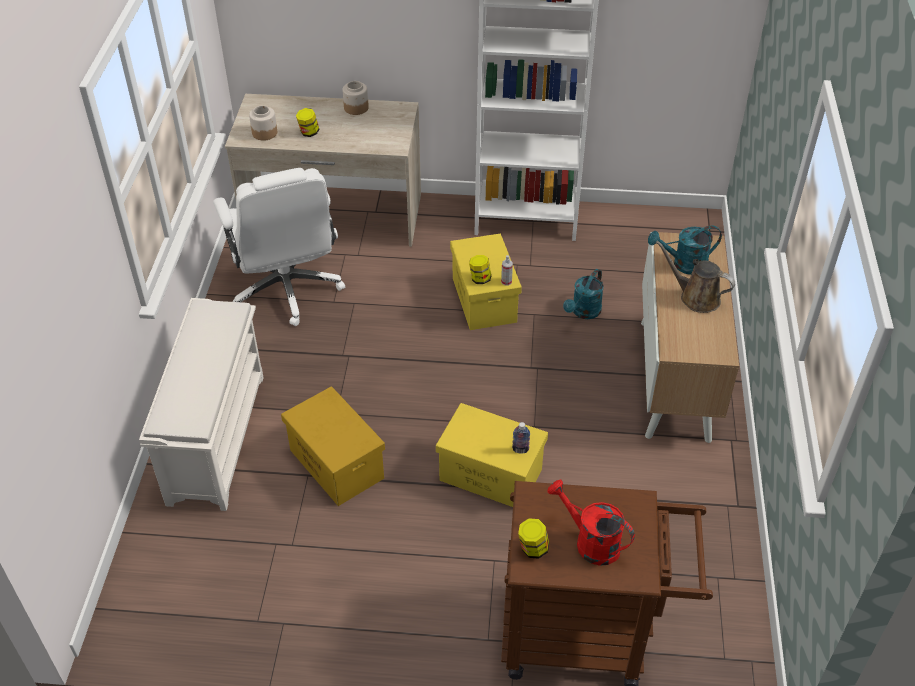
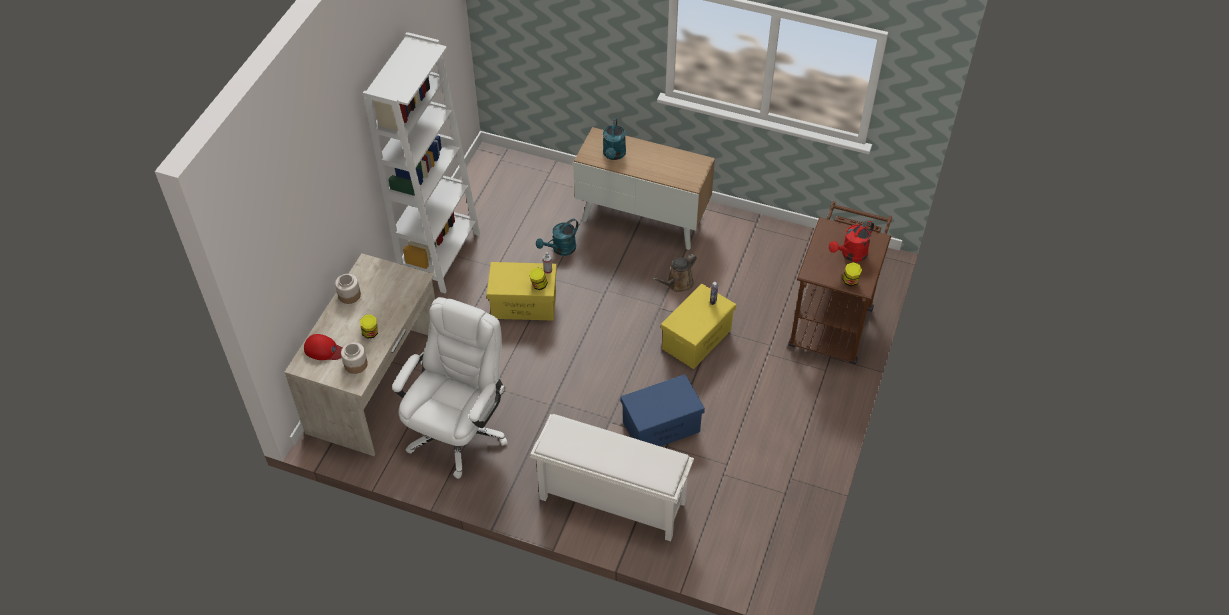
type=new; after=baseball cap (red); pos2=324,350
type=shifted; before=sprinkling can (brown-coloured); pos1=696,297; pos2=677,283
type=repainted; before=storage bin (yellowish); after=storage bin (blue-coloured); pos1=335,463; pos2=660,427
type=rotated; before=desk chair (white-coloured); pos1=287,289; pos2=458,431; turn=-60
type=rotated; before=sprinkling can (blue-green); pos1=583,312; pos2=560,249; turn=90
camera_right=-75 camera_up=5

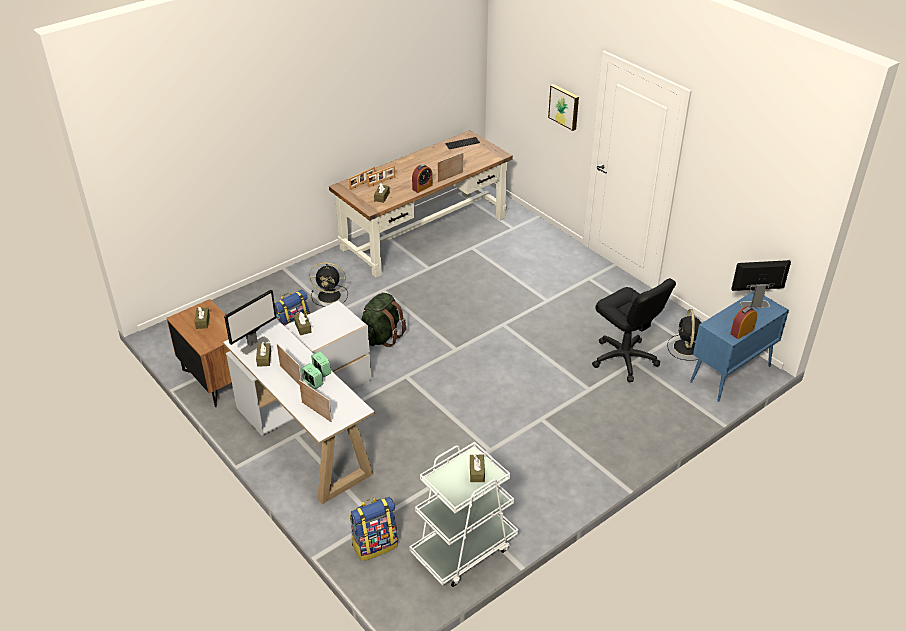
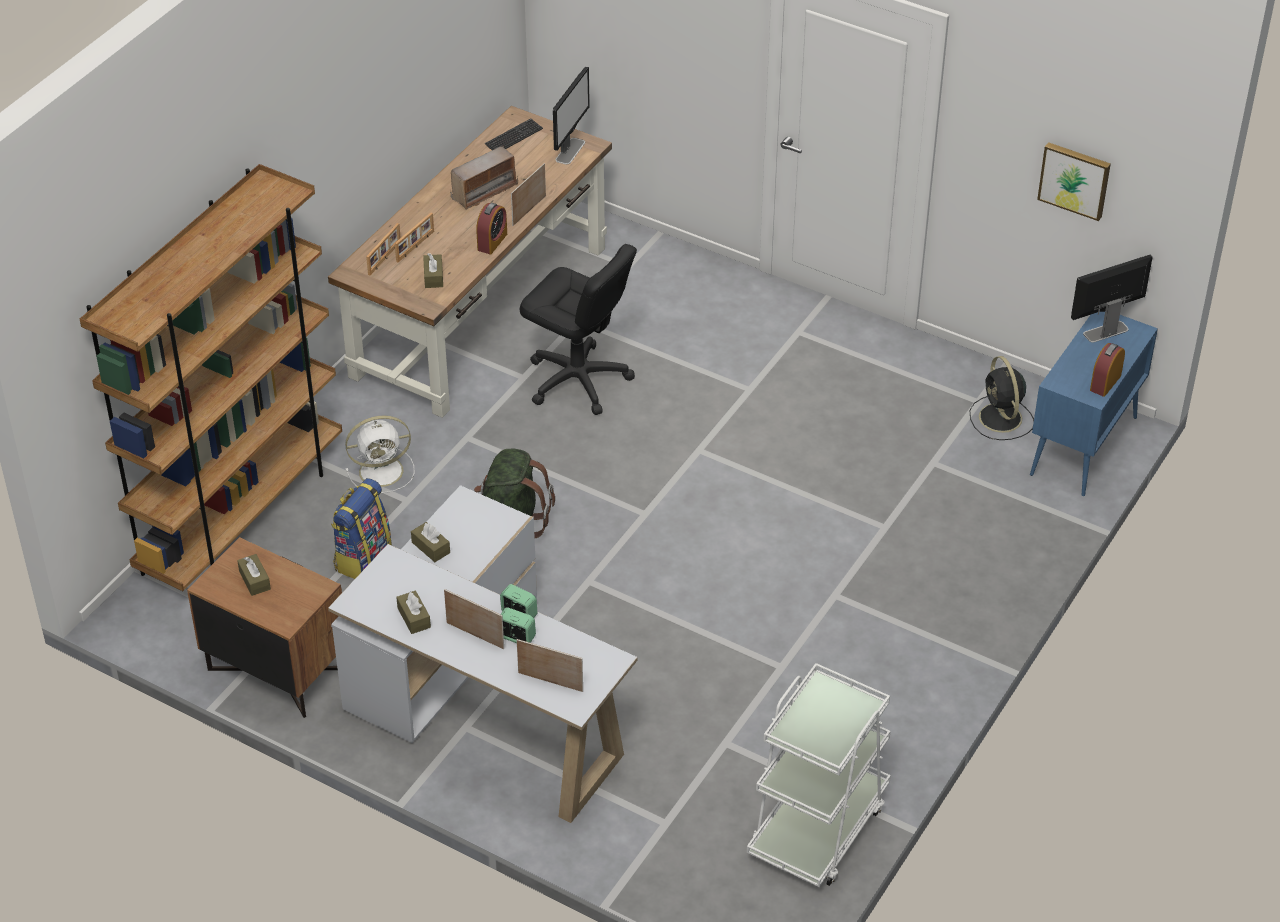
type=gone; before=backpack; pos1=375,545
type=gone; before=tissue holder (brown-coloured); pos1=477,472
type=new; after=bookshelf (brown-coloured); pos2=242,514
type=new; after=radio receiver; pos2=484,191
type=shifted; before=computer screen; pos1=255,345; pos2=570,151
type=shifted; before=wall art; pos1=564,106; pos2=1075,179
type=shifted; before=desk chair (black); pos1=624,359; pos2=578,380
type=repainted; before=fan (black); after=fan (white-coloured); pos1=330,296; pos2=383,471
camera_right=-20 camera_up=5

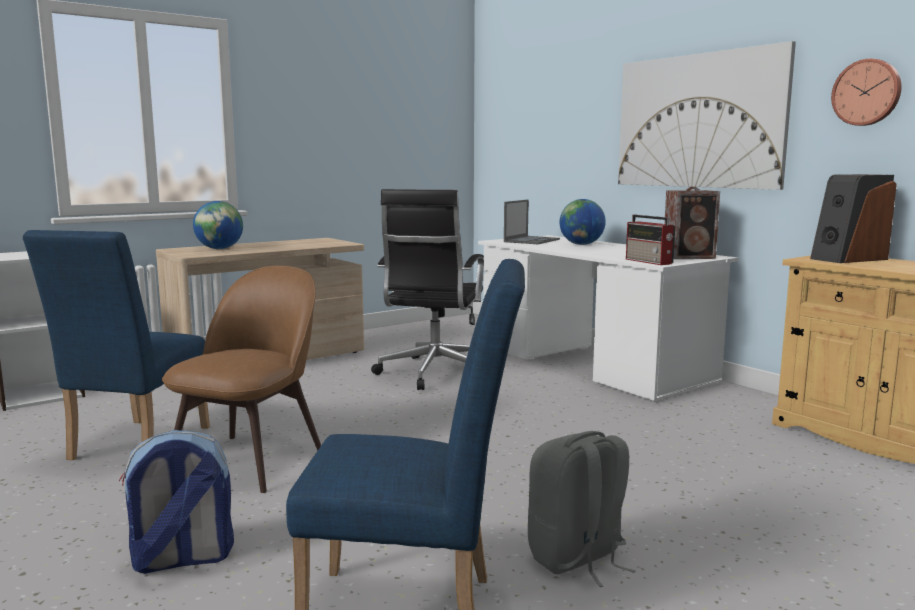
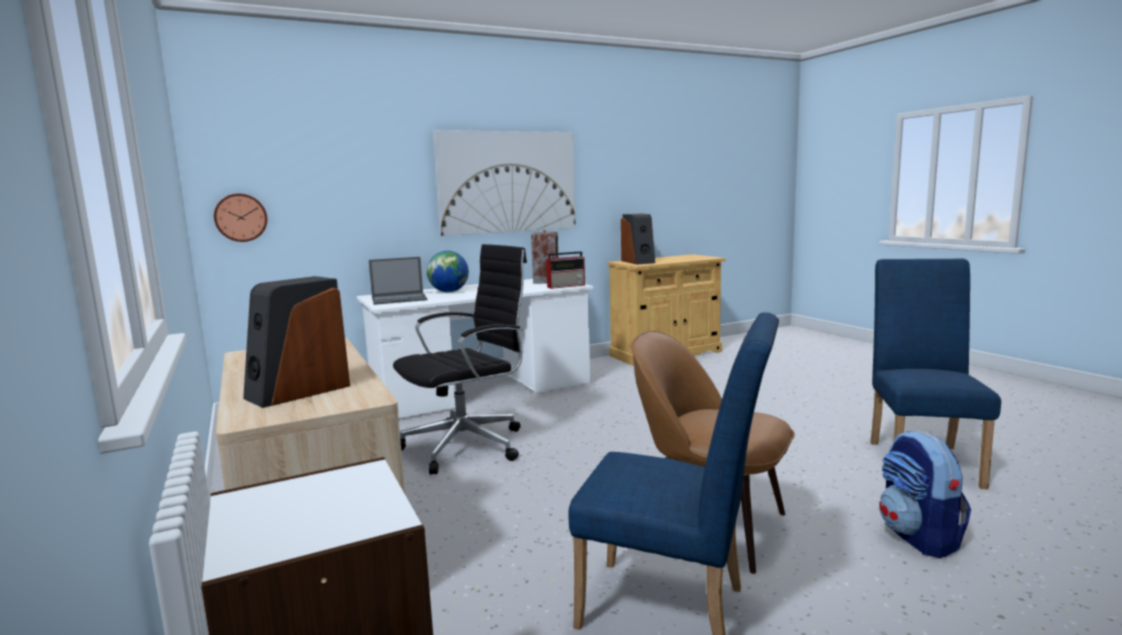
type=gone; before=backpack (gray); pos1=577,559
type=shifted; before=wall clock; pos1=867,92; pos2=241,217
type=swapped; before=desk globe; after=loudspeaker; pos1=219,249; pos2=298,391
type=rotated; before=desk chair (black); pos1=433,373; pos2=468,445; turn=-60
type=rotated; before=laptop; pos1=532,240; pos2=400,299; turn=120
camera_right=-80 camera_up=0

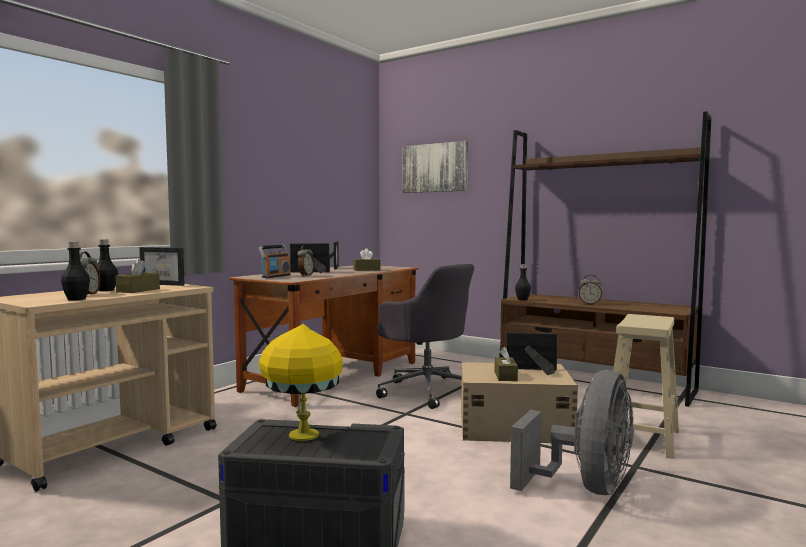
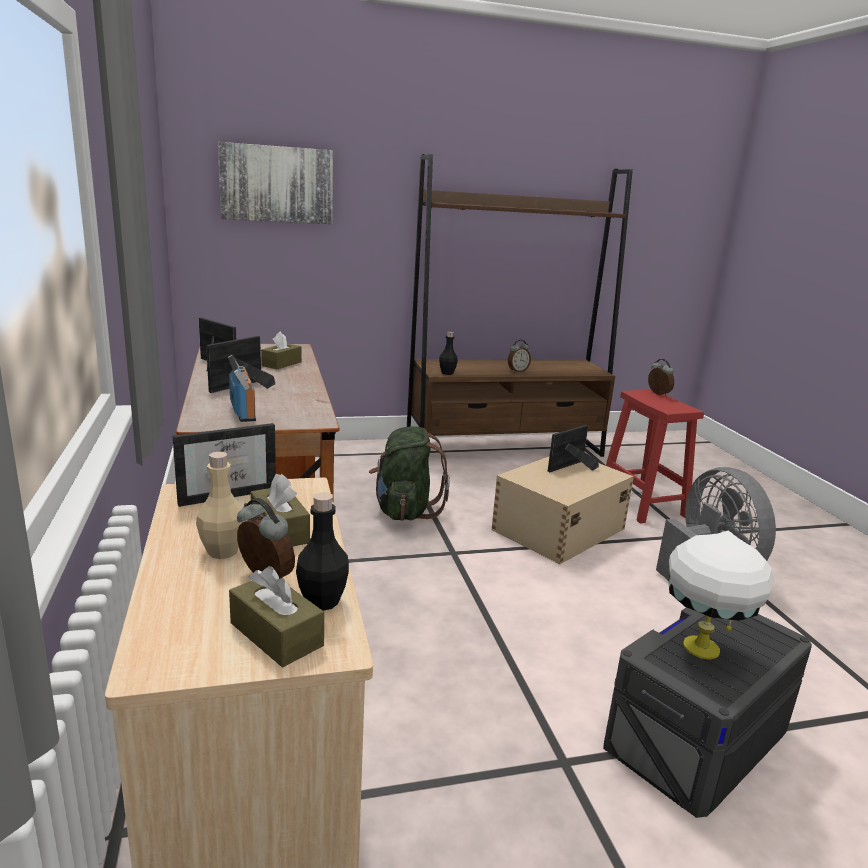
type=shifted; before=bedside clock; pos1=305,275; pos2=657,394
type=shifted; before=tissue holder (brown-coloured); pos1=505,376; pos2=276,634
type=swapped; before=desk chair (gray); after=backpack (green); pos1=427,390; pos2=404,511
type=repainted; before=bottle (black); after=bottle (sand-coloured); pos1=106,290; pos2=223,551
type=repainted; before=lamp for a table (yellowish); after=lamp for a table (white-coloured); pos1=302,435; pos2=701,649
type=repainted; before=stool (sand-coloured); after=stool (red); pos1=641,437; pos2=641,503
camera_right=-50 camera_up=15

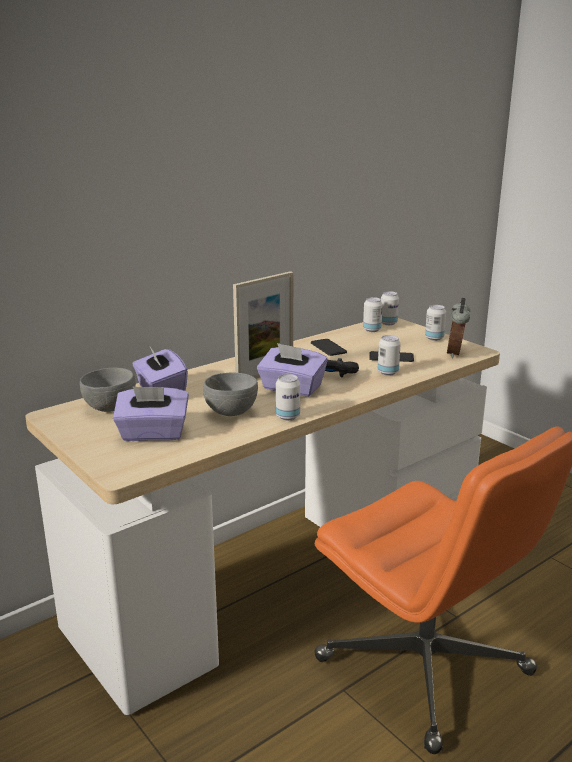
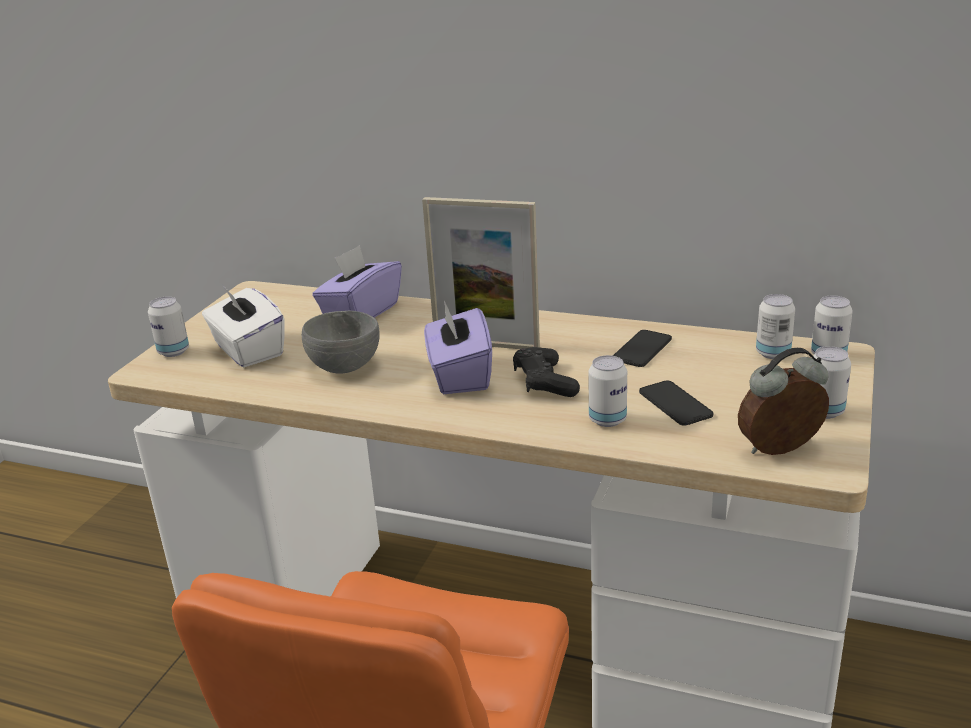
type=gone; before=serving bowl (gray); pos1=111,408
type=shifted; before=metal can; pos1=287,416; pos2=173,351
type=repainted; before=tissue holder (purplish); after=tissue holder (white-coloured); pos1=153,434; pos2=248,350
camera_right=60 camera_up=5

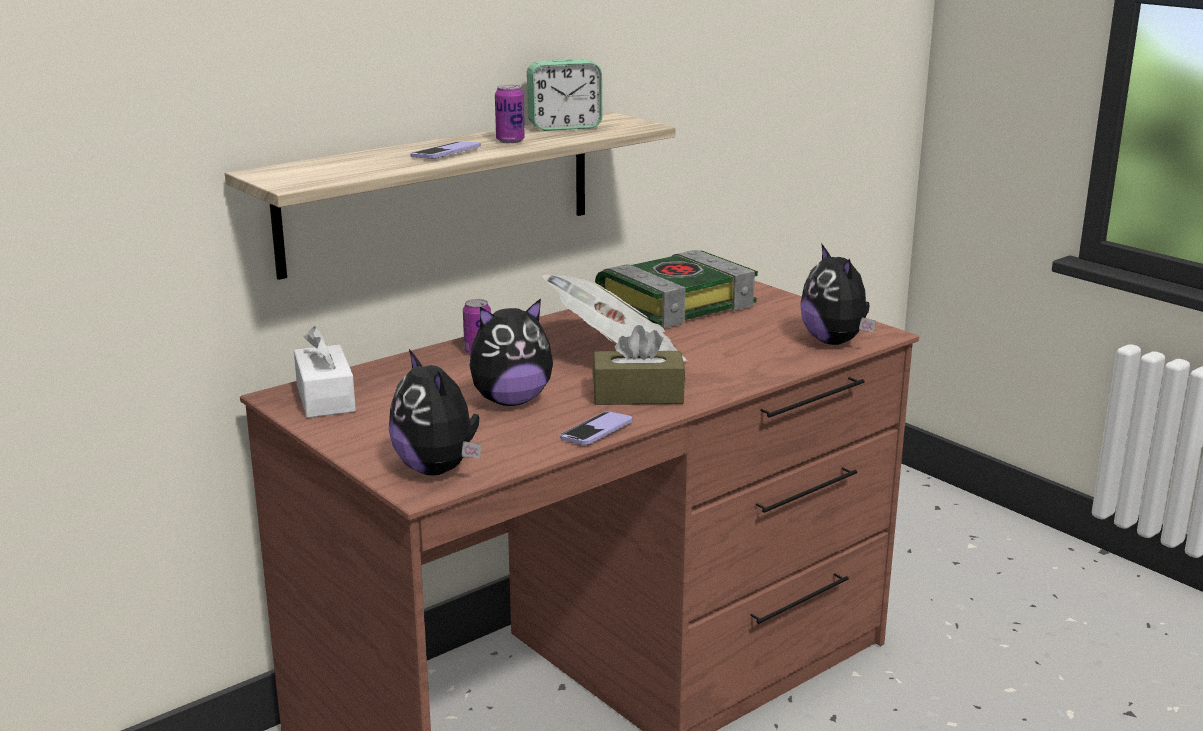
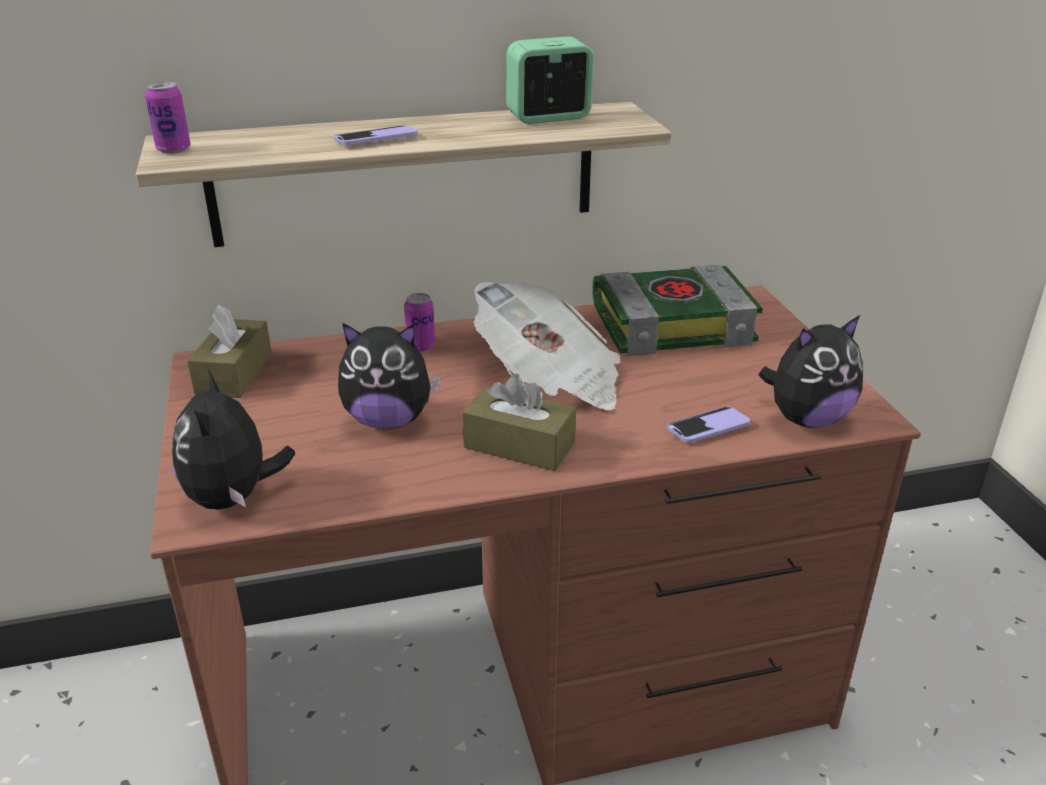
type=shifted; before=metal can; pos1=510,141; pos2=173,149
type=shifted; before=telephone; pos1=596,431; pos2=708,427
type=repainted; before=tissue holder (white-coloured); after=tissue holder (brown-coloured); pos1=325,398; pos2=234,374
type=rotated; before=bedside clock; pos1=564,127; pos2=549,117; turn=150
type=rotated; before=plush toy; pos1=835,341; pos2=806,419; turn=-120
camera_right=25 camera_up=10

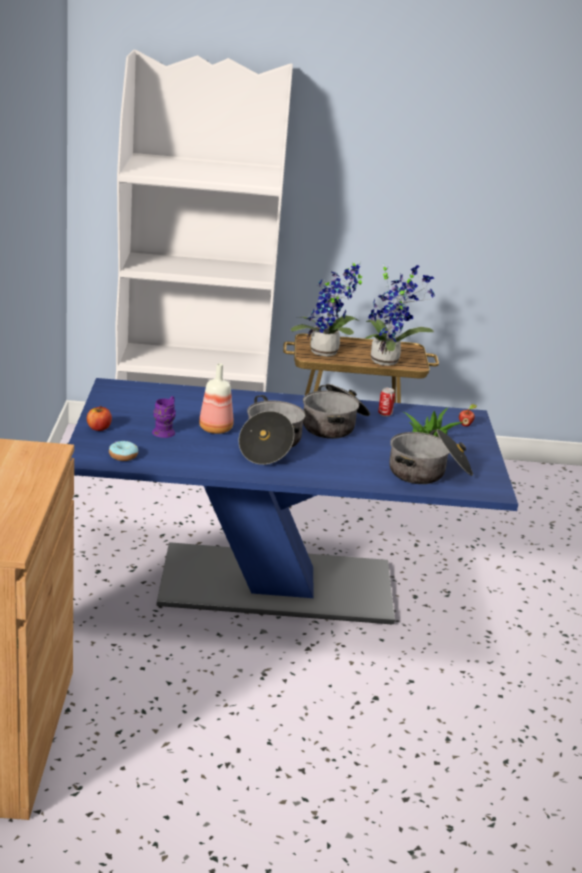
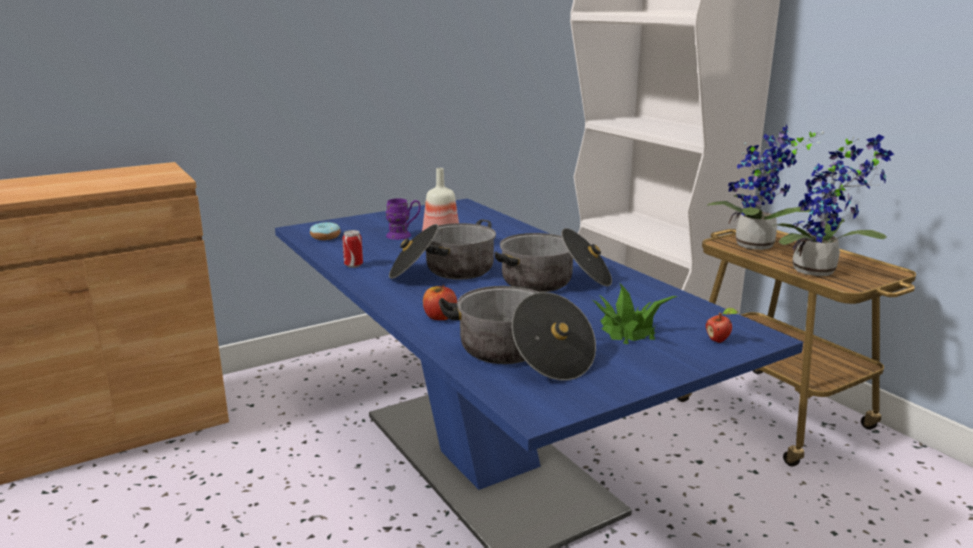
type=shifted; before=apple; pos1=99,428; pos2=440,317
type=shifted; before=metal can; pos1=385,414; pos2=353,265
camera_right=60 camera_up=-5

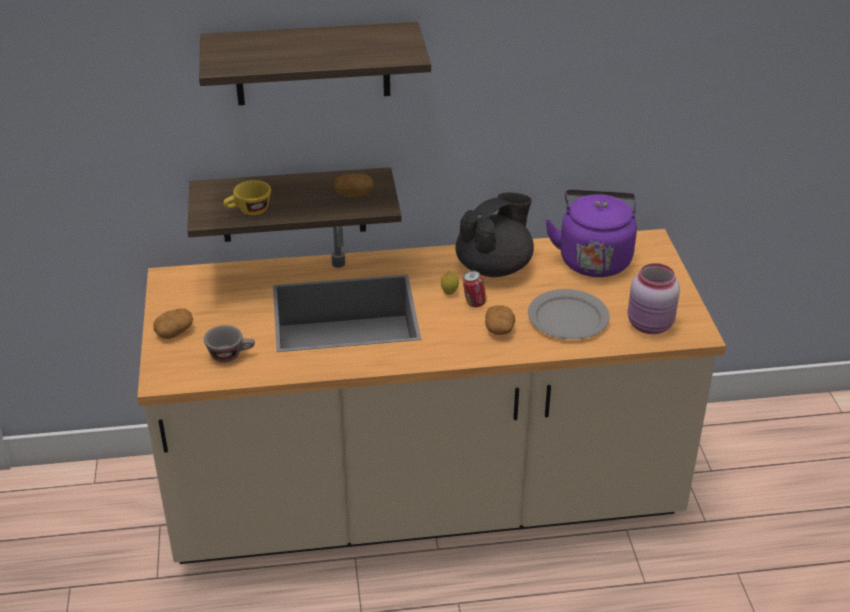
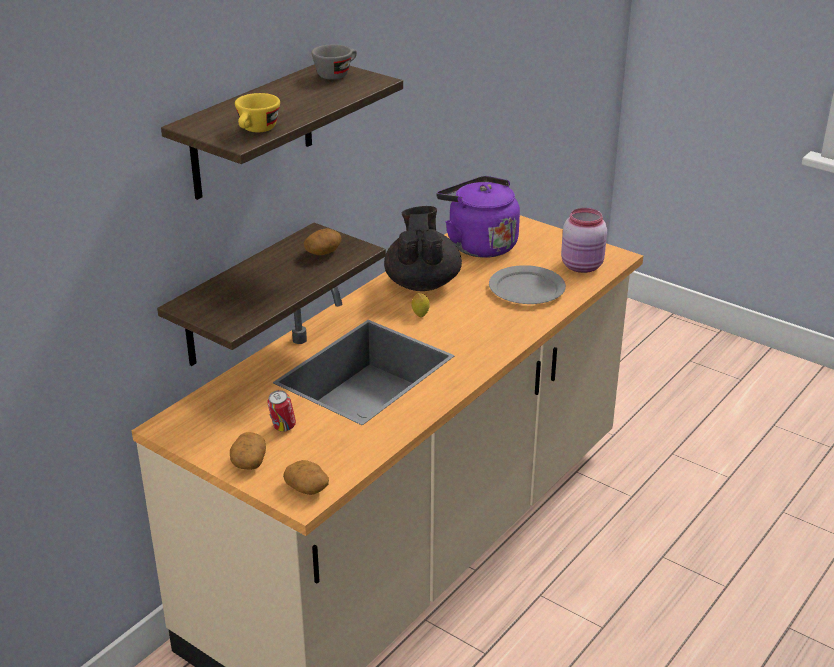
type=shifted; before=cup (gray); pos1=231,355; pos2=336,74
type=shifted; before=cup (yellowish); pos1=248,211; pos2=257,130
type=shifted; before=metal can; pos1=474,304; pos2=283,428
type=shifted; before=potato; pos1=499,329; pos2=307,488
camera_right=-45 camera_up=-5

